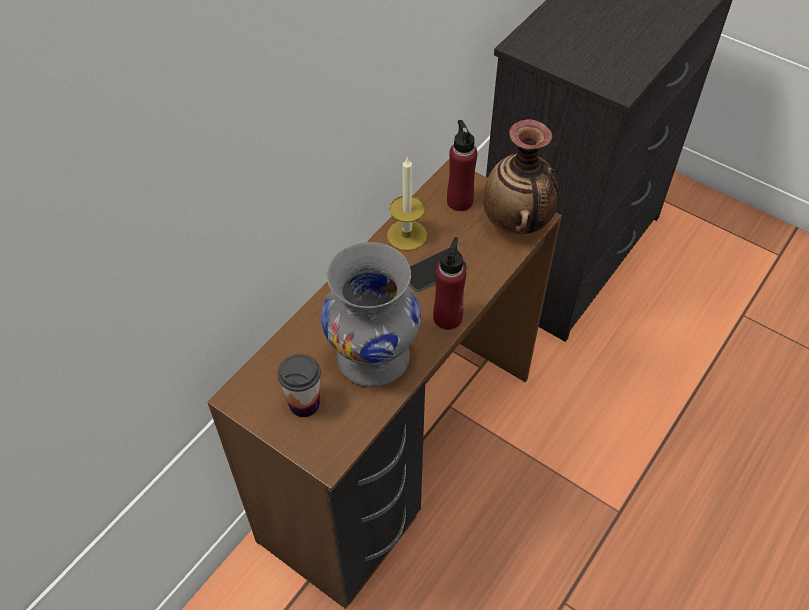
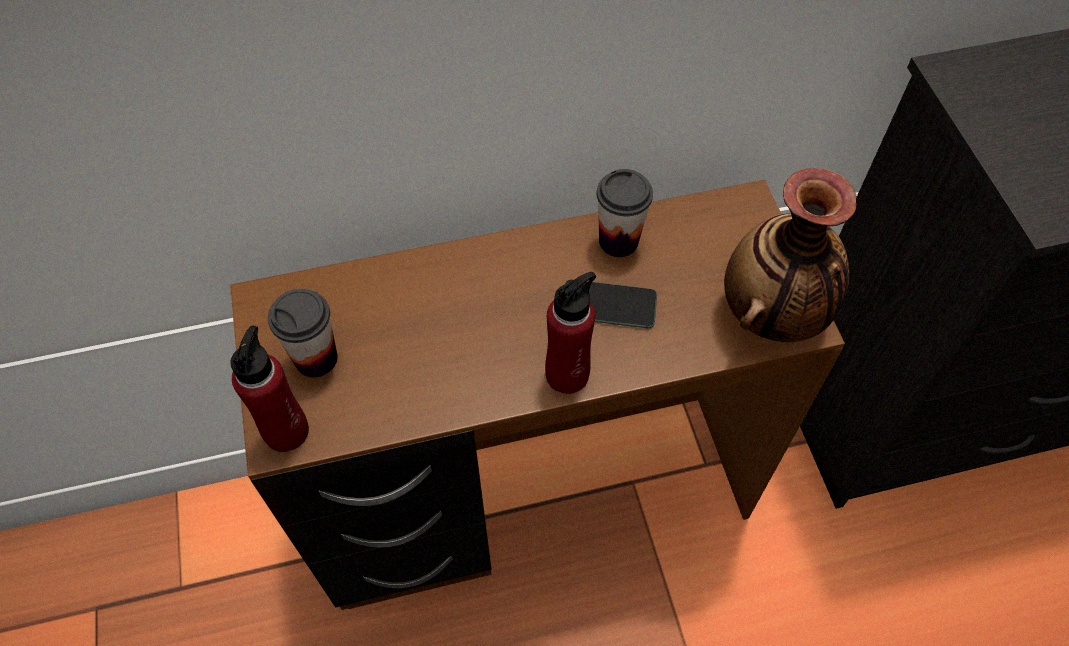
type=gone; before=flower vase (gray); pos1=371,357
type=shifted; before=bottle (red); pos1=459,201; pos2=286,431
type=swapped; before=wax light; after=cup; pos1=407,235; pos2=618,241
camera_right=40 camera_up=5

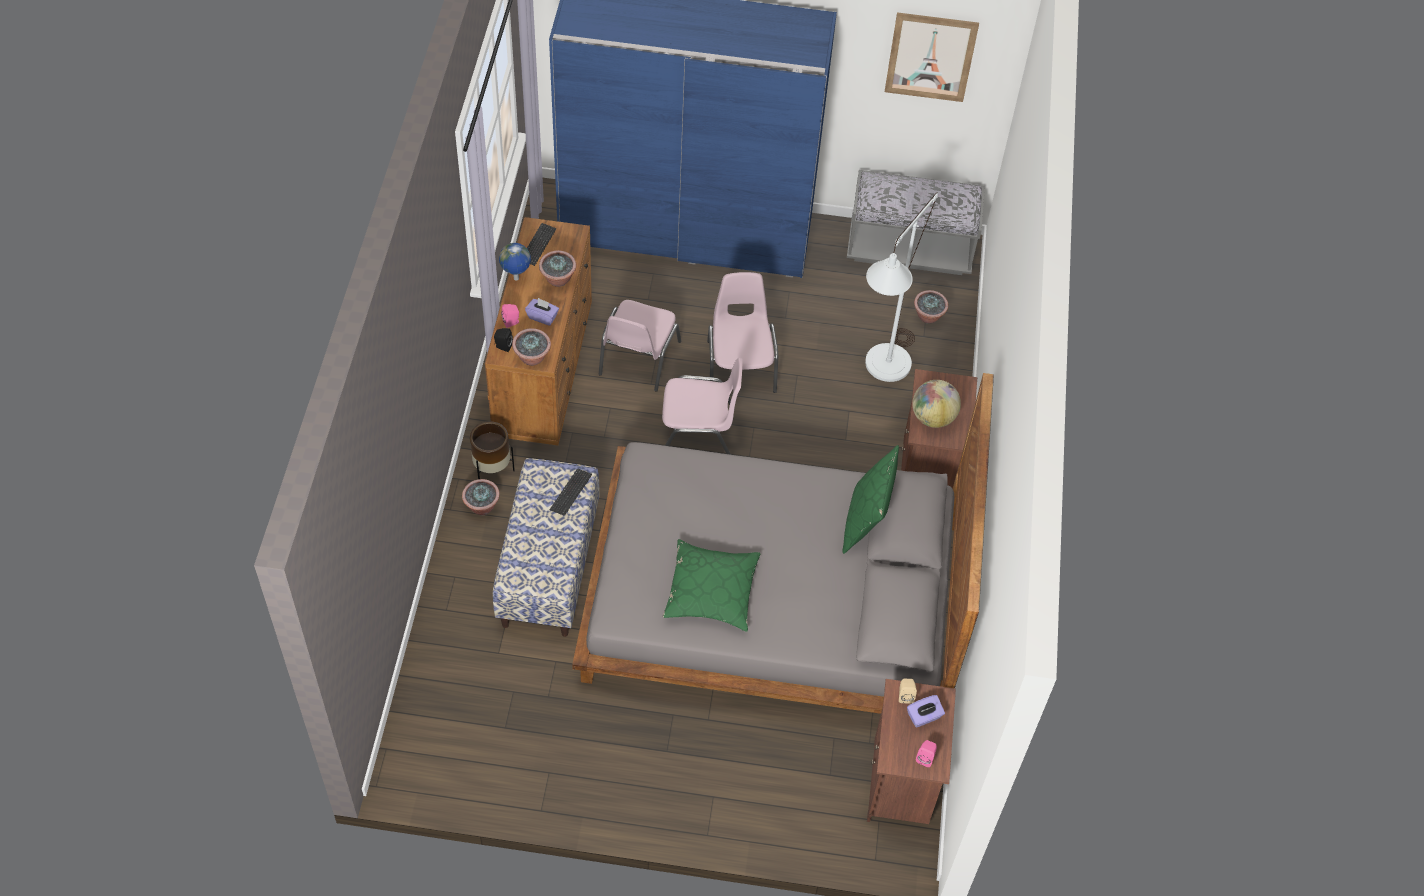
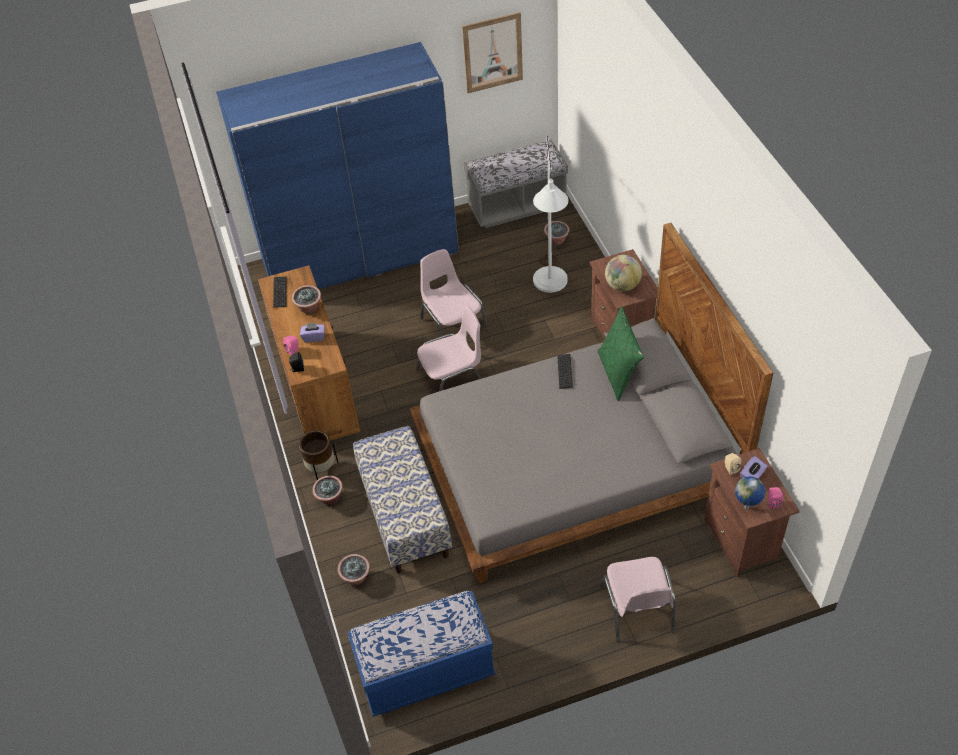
type=gone; before=throw pillow (green); pos1=711,591
type=new; after=bench (blue-coloured); pos2=426,672
type=shifted; before=desk globe; pos1=516,279; pos2=747,507
type=shifted; before=plant in a pot; pos1=532,358; pos2=356,577
type=shifted; before=PC keyboard; pos1=571,492; pos2=564,372
type=shifted; before=plain chair (pink); pos1=638,359; pos2=637,609
camera_right=-20 camera_up=-5

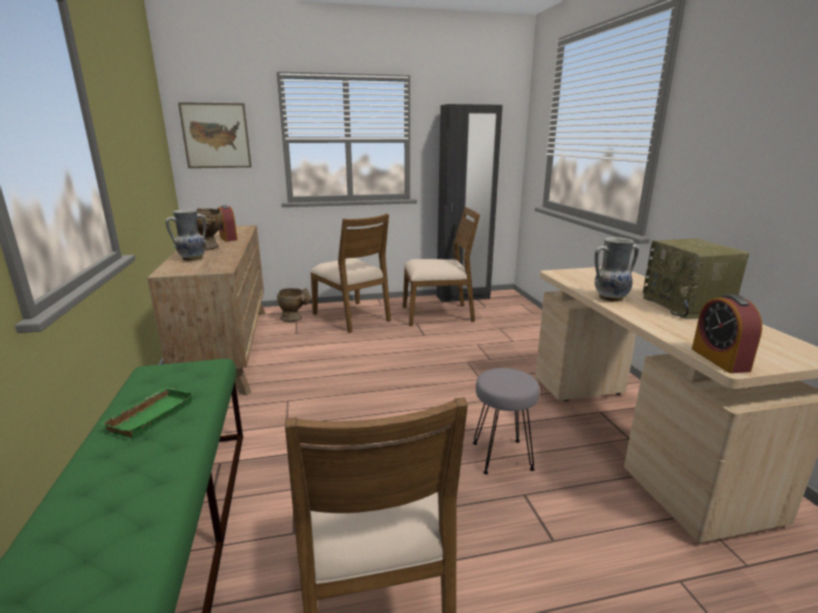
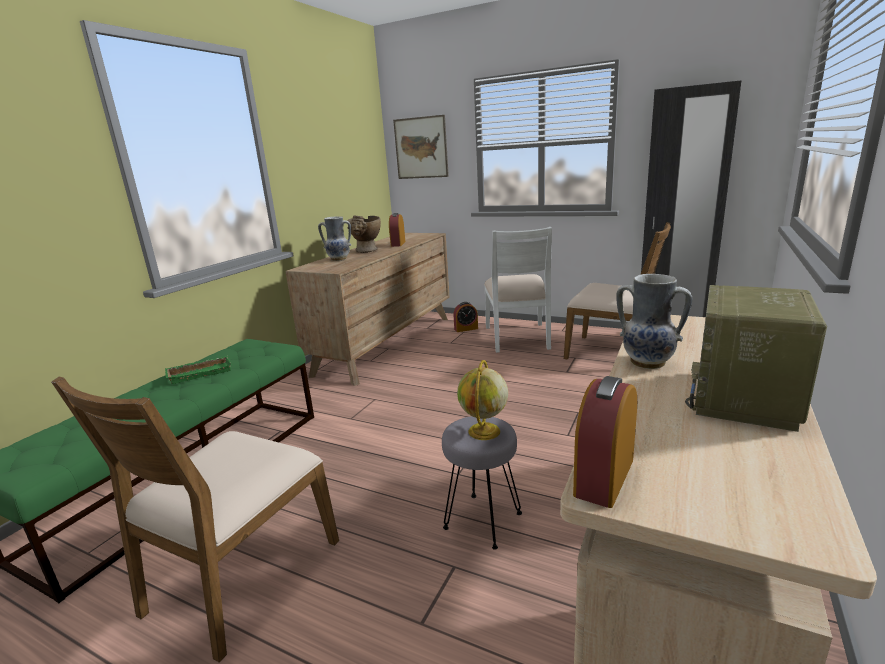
type=new; after=desk globe; pos2=484,432
type=swapped; before=flower vase (sand-coloured); after=bedside clock; pos1=295,318; pos2=466,329
type=repainted; before=plain chair (brown-coloured); after=plain chair (white-coloured); pos1=352,317; pos2=518,337
camera_right=40 camera_up=0

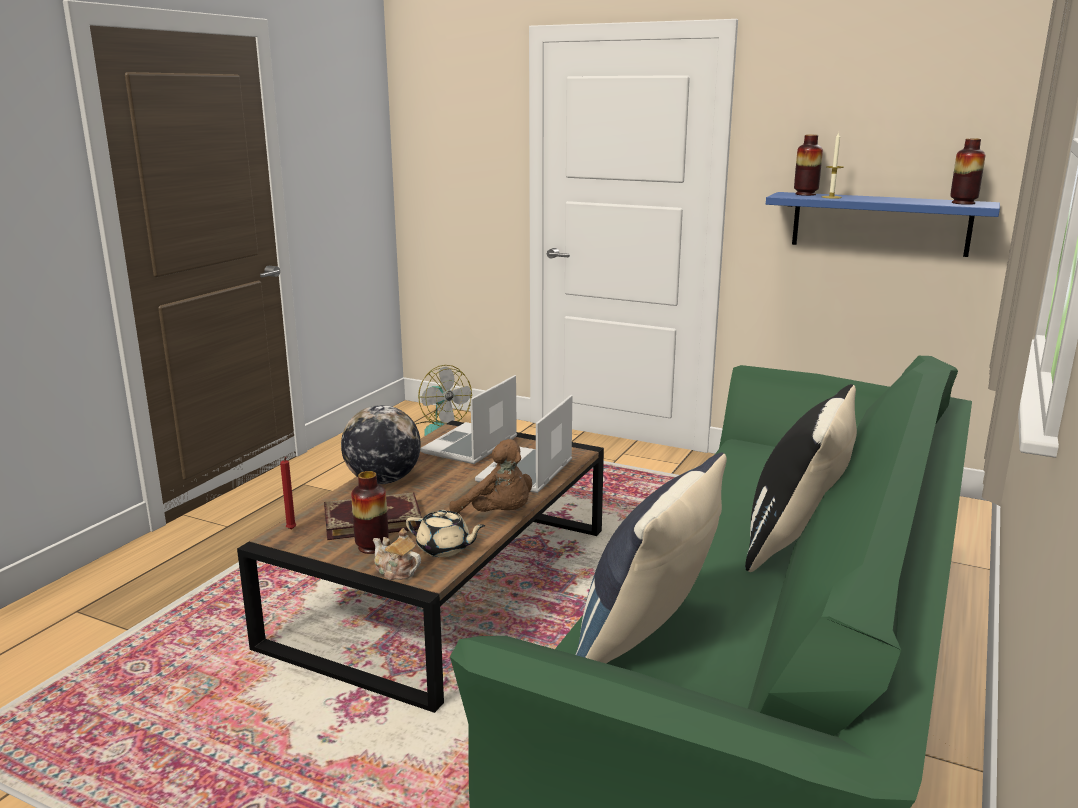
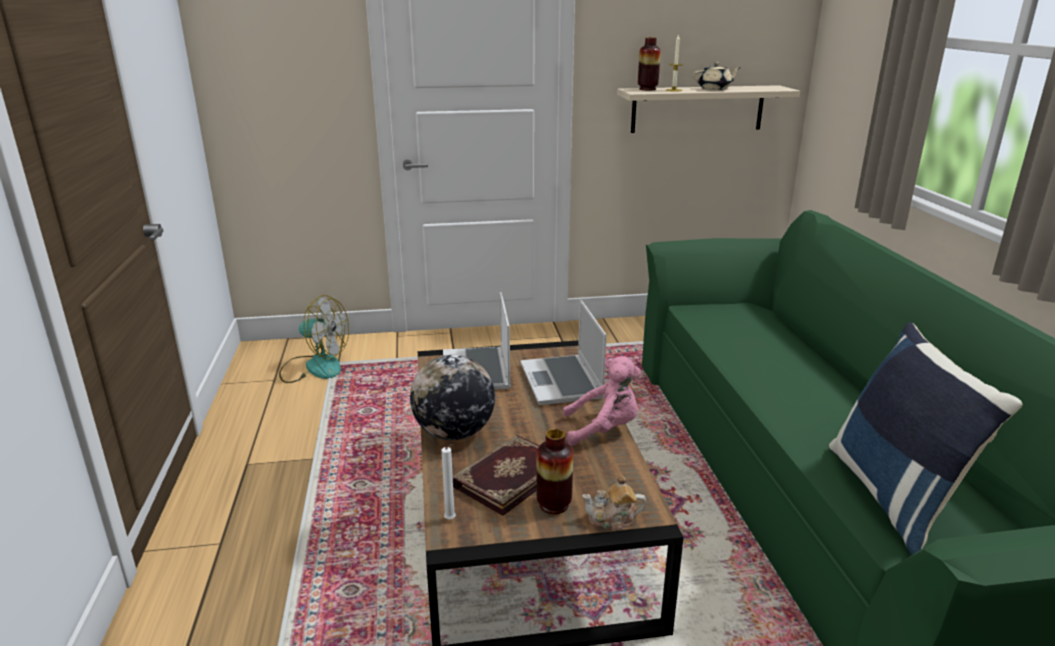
type=gone; before=throw pillow (black); pos1=795,541
type=gone; before=flower vase; pos1=963,203
type=shifted; before=pot for tea (sand-coloured); pos1=444,549; pos2=715,89
type=repainted; before=wax light (red); after=wax light (white-coloured); pos1=291,530; pos2=451,520
type=repainted; before=plush toy (brown-coloured); after=plush toy (pink); pos1=498,514; pos2=604,430
type=repainted; before=wall shelf (blue-coloured); after=wall shelf (sand-coloured); pos1=880,223; pos2=697,109
camera_right=-35 camera_up=5

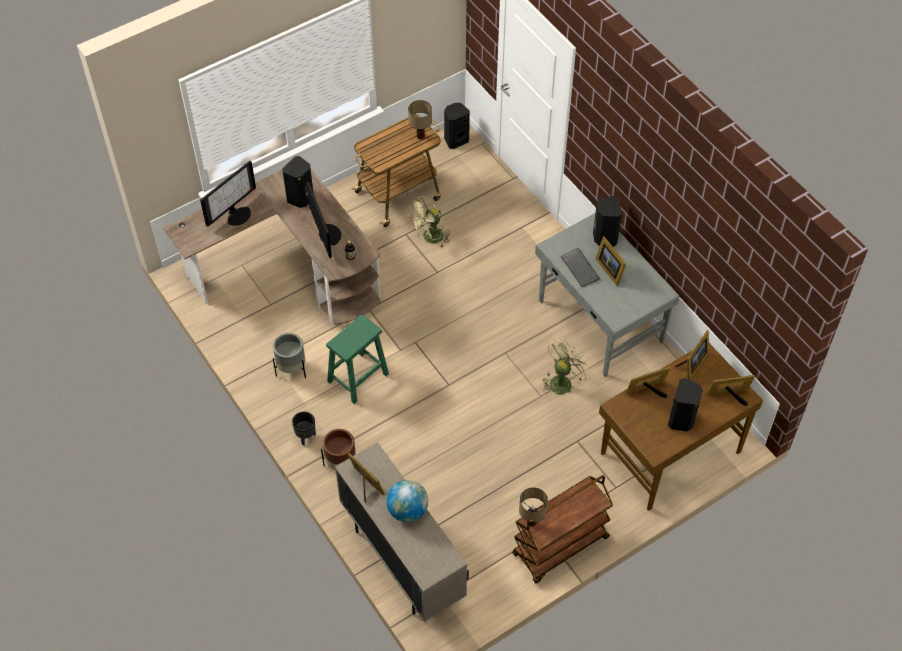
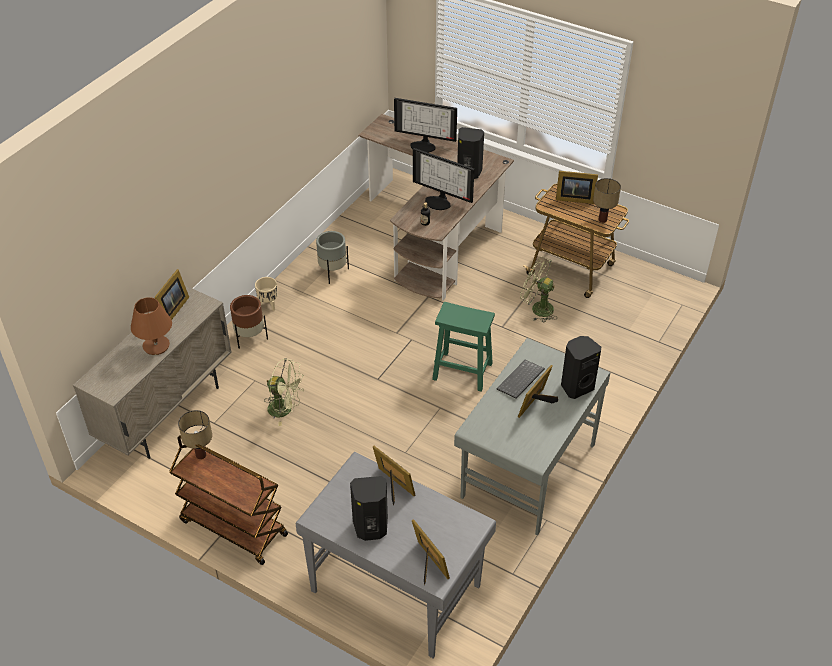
type=gone; before=loudspeaker (black); pos1=456,140
type=shifted; before=stool (green); pos1=357,378; pos2=461,371
type=shifted; before=fan (green); pos1=563,381; pos2=285,409
type=shifted; before=standing frame; pos1=692,364; pos2=573,198
type=swapped; before=desk globe; after=lamp for a table (brown-coloured); pos1=408,510; pos2=156,346
type=repainted; before=plant pot (black); after=plant pot (sand-coloured); pos1=305,436; pos2=268,305
type=repainted; before=desk unit (brown-coloured); after=desk unit (gray); pos1=669,452; pos2=395,587
type=rotated; before=computer screen; pos1=327,235; pos2=439,201; turn=75
camera_right=65 camera_up=-10

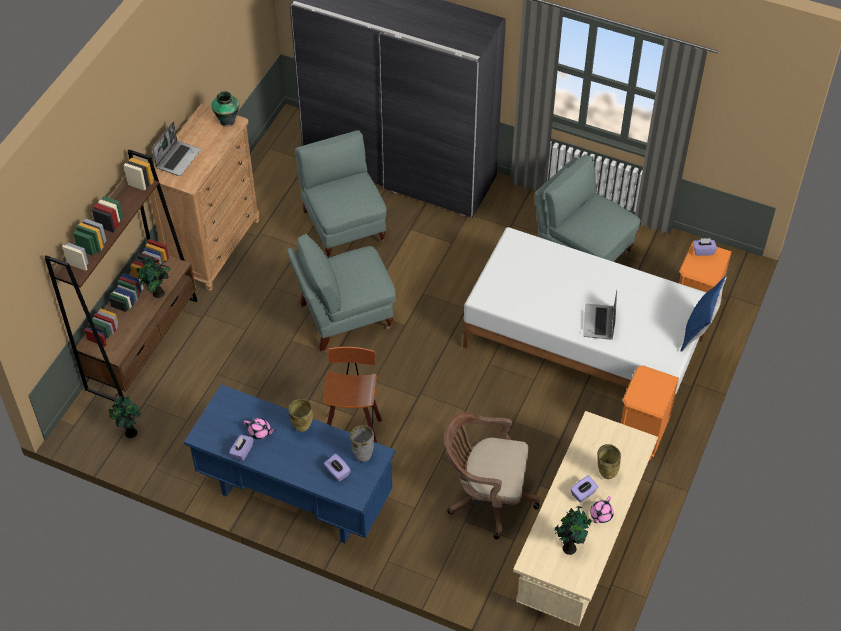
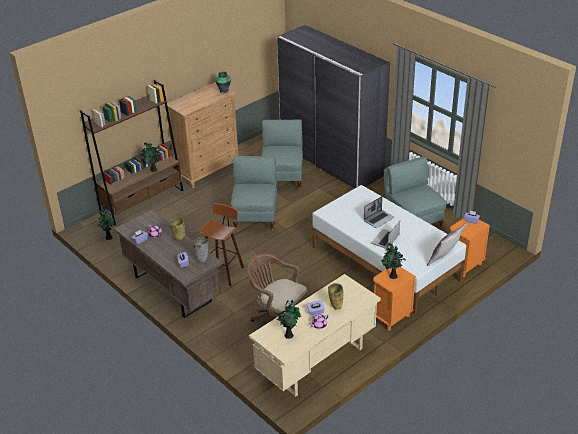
type=new; after=plant in a pot; pos2=392,276
type=shifted; before=laptop; pos1=178,158; pos2=378,219
type=repainted; before=desk unit (blue-coloured); after=desk unit (brown-coloured); pos1=294,497; pos2=172,289
type=repainted; before=throw pillow (blue-coloured); after=throw pillow (gray); pos1=699,331; pos2=445,259
type=rotated; before=easy chair (gray); pos1=344,316; pos2=256,216; turn=90
camera_right=25 camera_up=-15

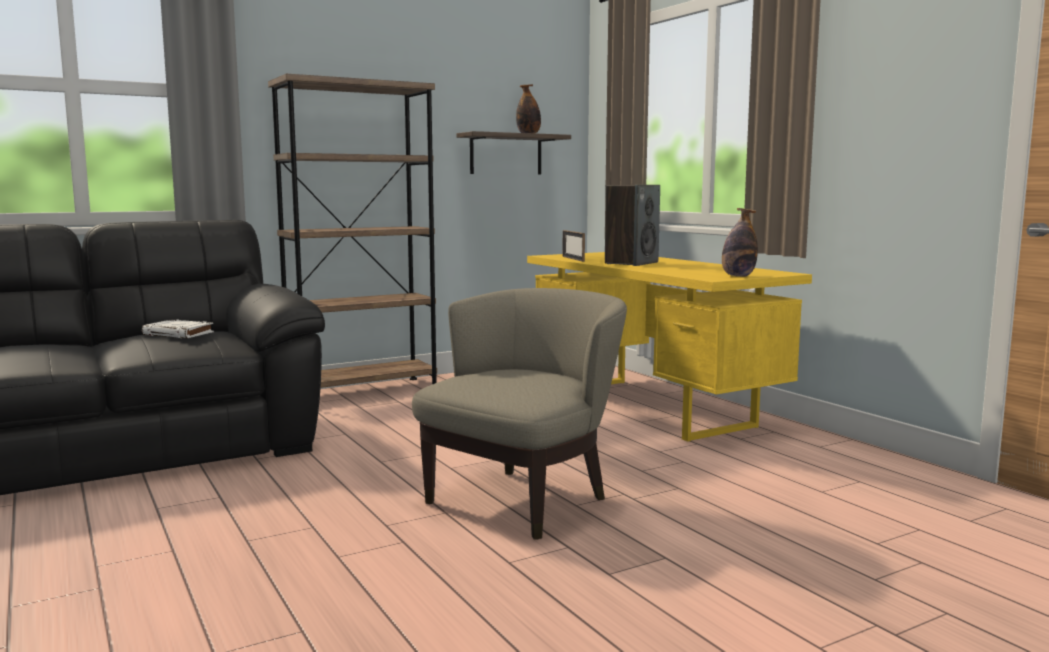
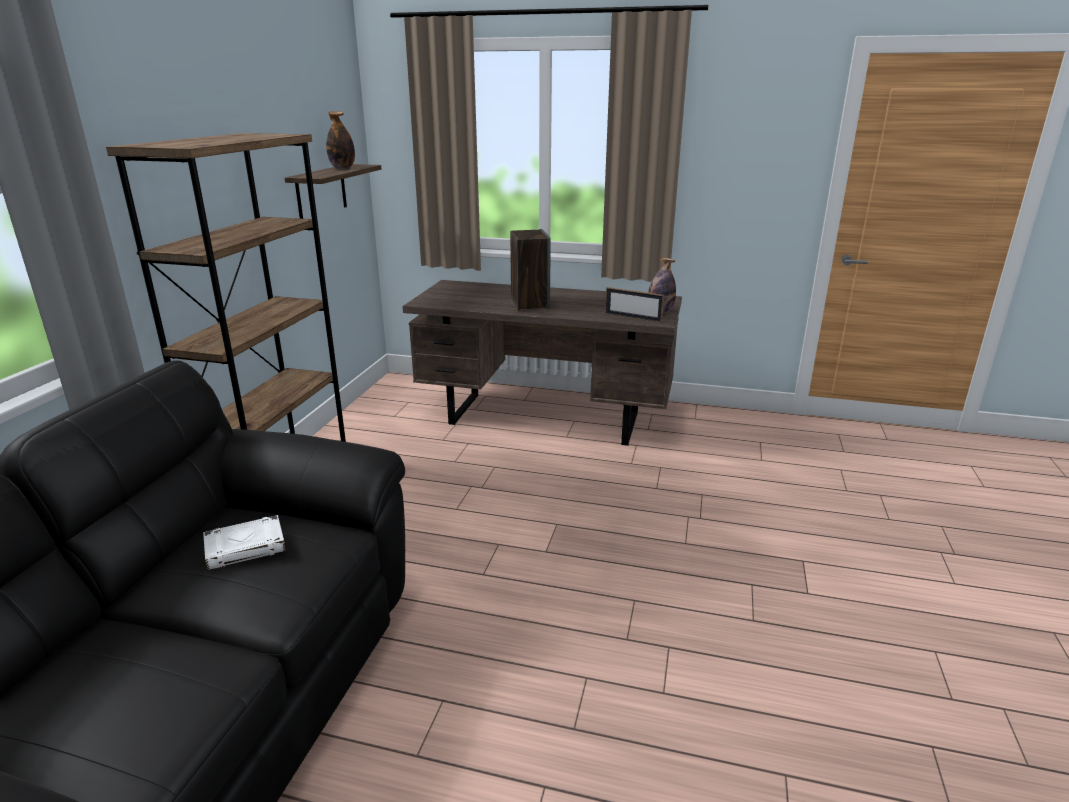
type=gone; before=easy chair (sand-coloured); pos1=523,500
type=shifted; before=standing frame; pos1=573,259; pos2=633,318
type=repainted; before=desk unit (yellowish); after=desk unit (brown-coloured); pos1=651,407; pos2=546,418
camera_right=-45 camera_up=15

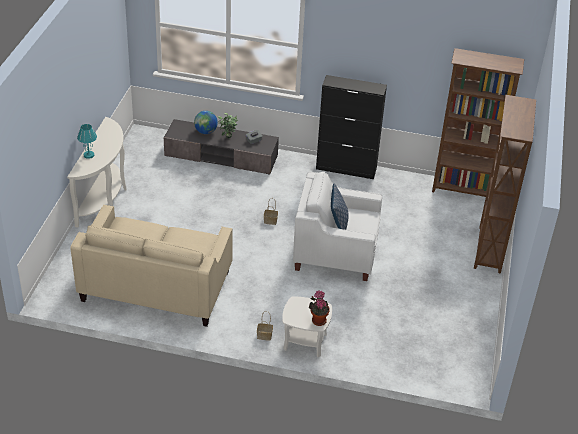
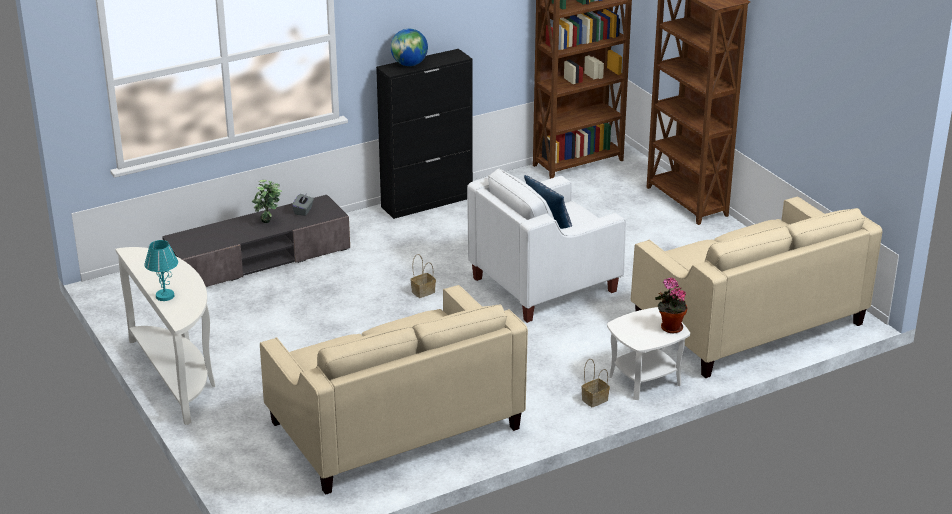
type=new; after=couch (sand-coloured); pos2=747,321
type=shifted; before=desk globe; pos1=205,132; pos2=409,64
camera_right=-40 camera_up=-10

